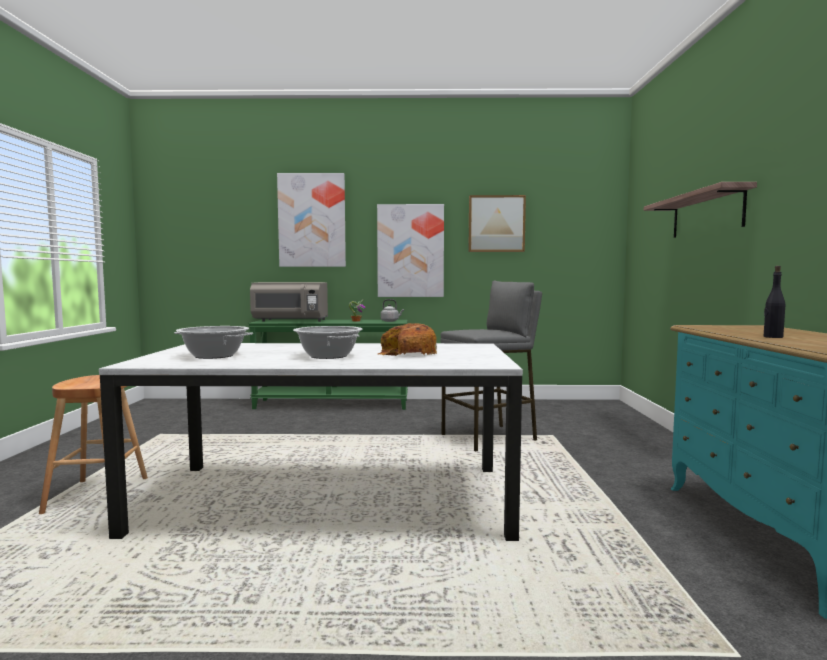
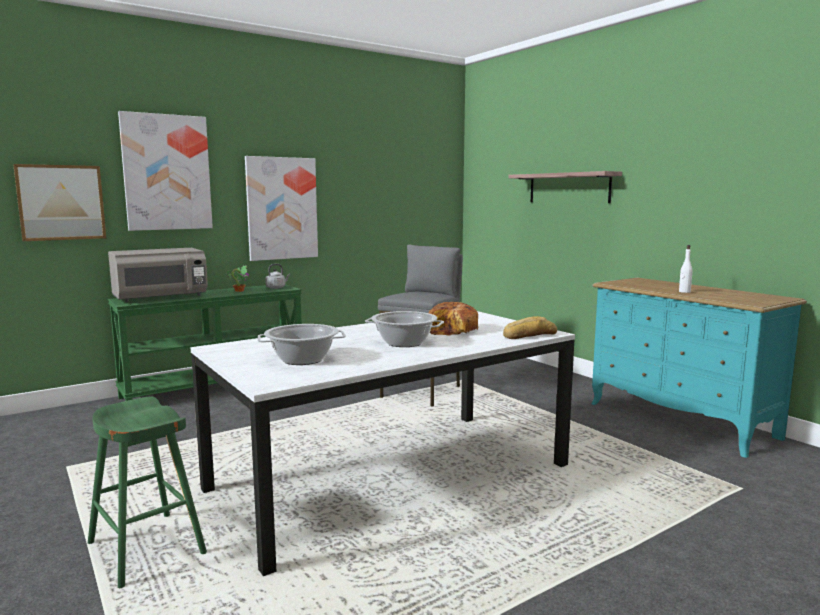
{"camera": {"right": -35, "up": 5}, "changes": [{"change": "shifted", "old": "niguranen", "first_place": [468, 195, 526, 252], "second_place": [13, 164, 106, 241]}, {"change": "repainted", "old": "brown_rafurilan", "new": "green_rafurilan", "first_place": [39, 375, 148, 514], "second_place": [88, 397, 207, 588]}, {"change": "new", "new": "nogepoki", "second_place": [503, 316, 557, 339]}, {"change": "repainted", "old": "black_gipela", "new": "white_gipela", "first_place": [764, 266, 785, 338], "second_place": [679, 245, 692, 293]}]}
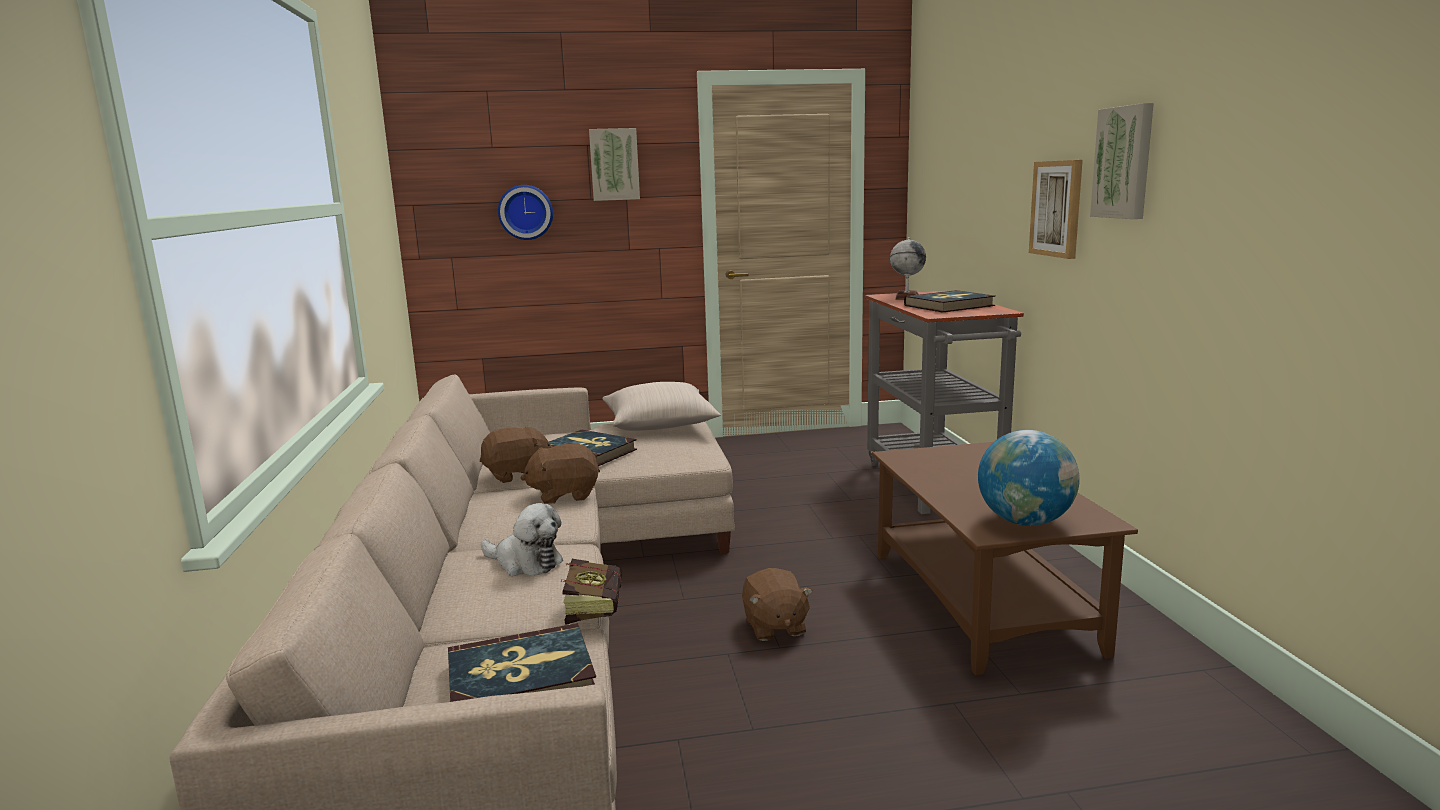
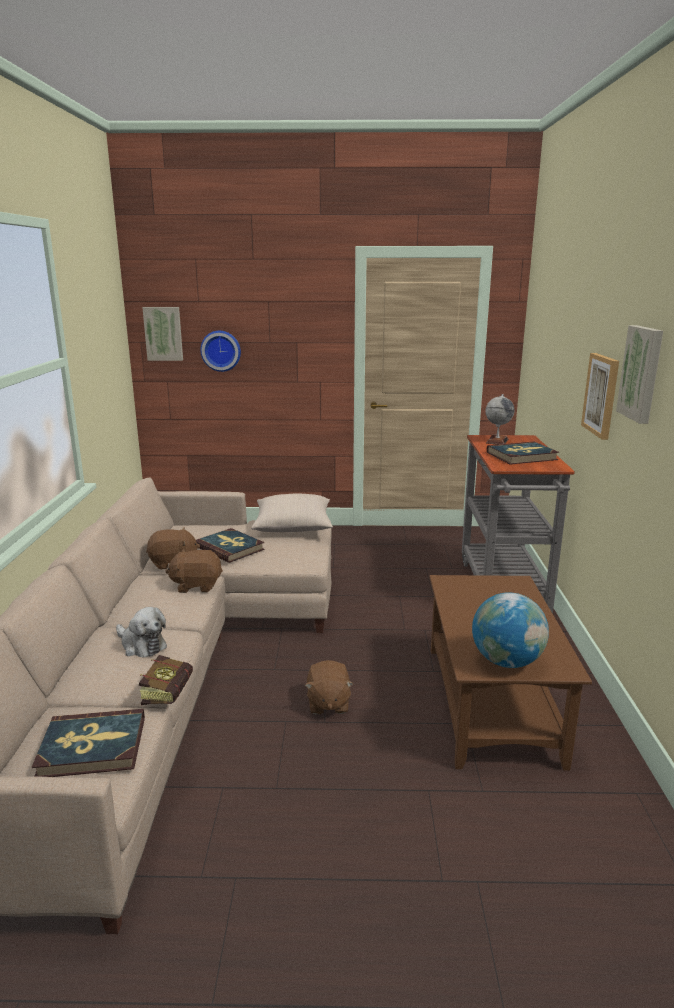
{"camera": {"right": 10, "up": 5}, "changes": [{"change": "shifted", "old": "niguranen", "first_place": [589, 128, 640, 201], "second_place": [142, 307, 183, 361]}]}
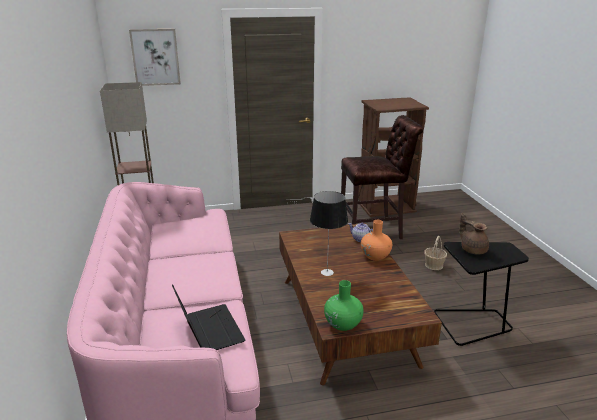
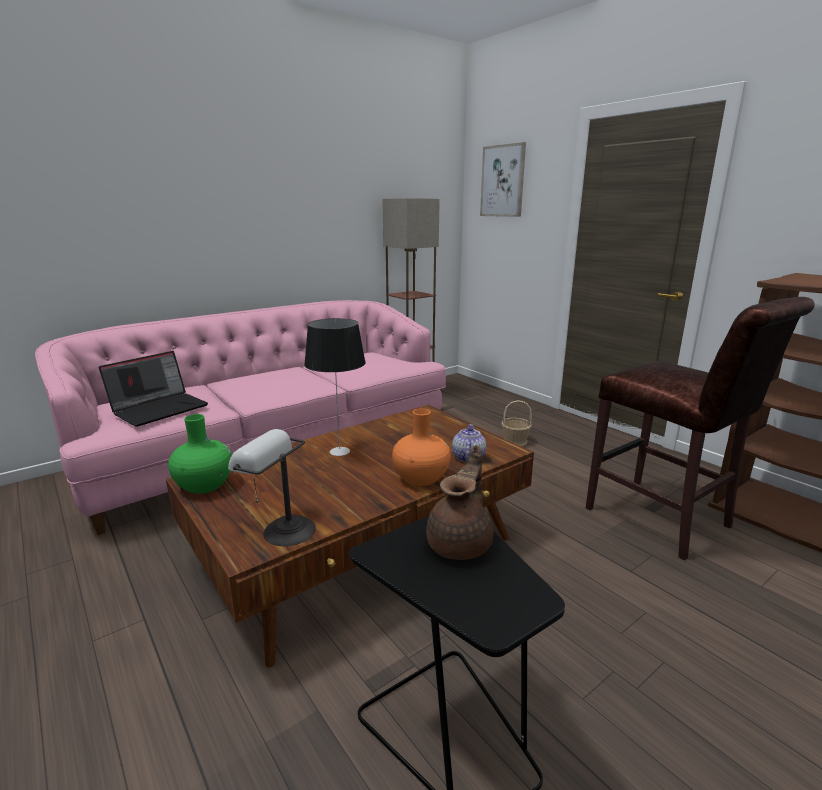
{"camera": {"right": 65, "up": -5}, "changes": [{"change": "new", "new": "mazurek", "second_place": [228, 429, 316, 546]}, {"change": "shifted", "old": "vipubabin", "first_place": [424, 236, 447, 270], "second_place": [501, 400, 532, 446]}]}
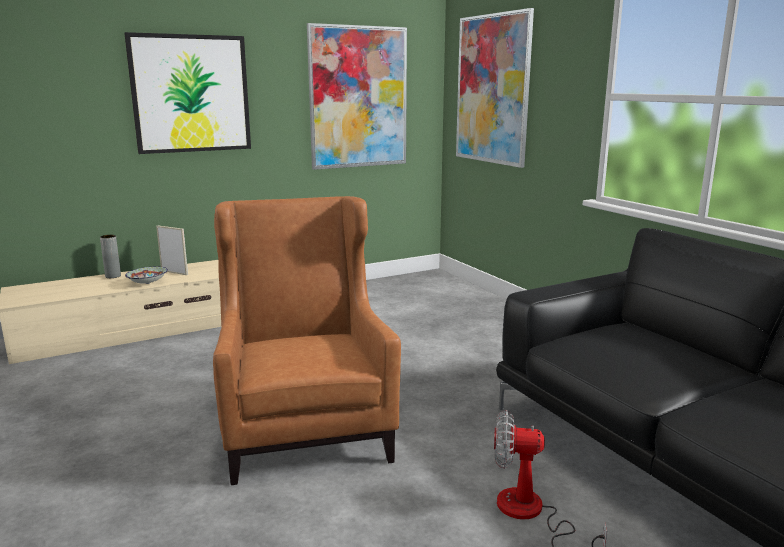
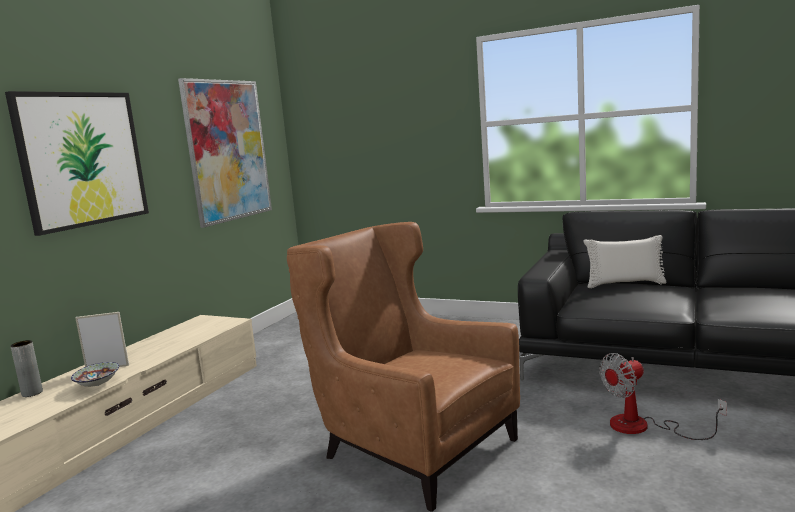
{"camera": {"right": -35, "up": -5}, "changes": [{"change": "new", "new": "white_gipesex", "second_place": [584, 235, 667, 288]}, {"change": "gone", "old": "niguranen", "first_place": [456, 8, 534, 168]}]}
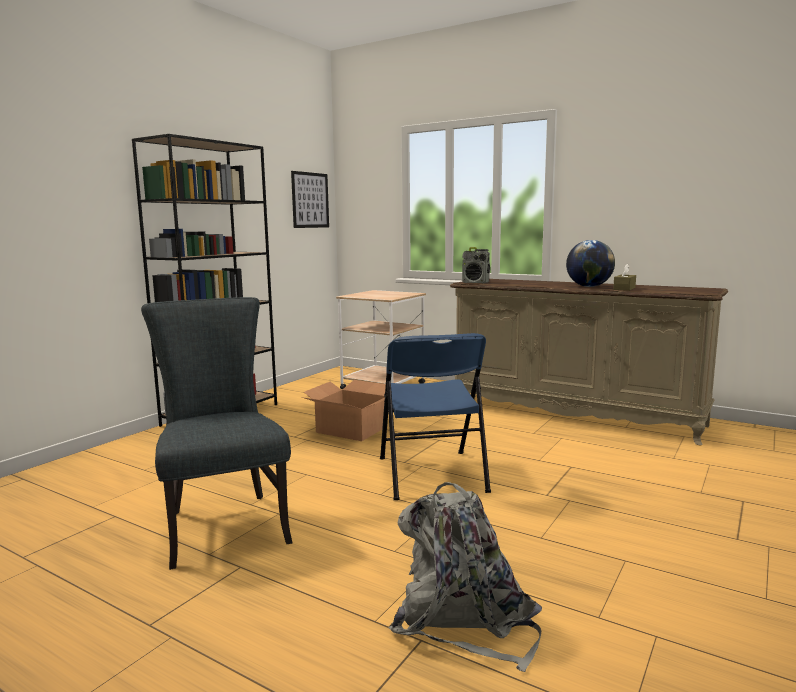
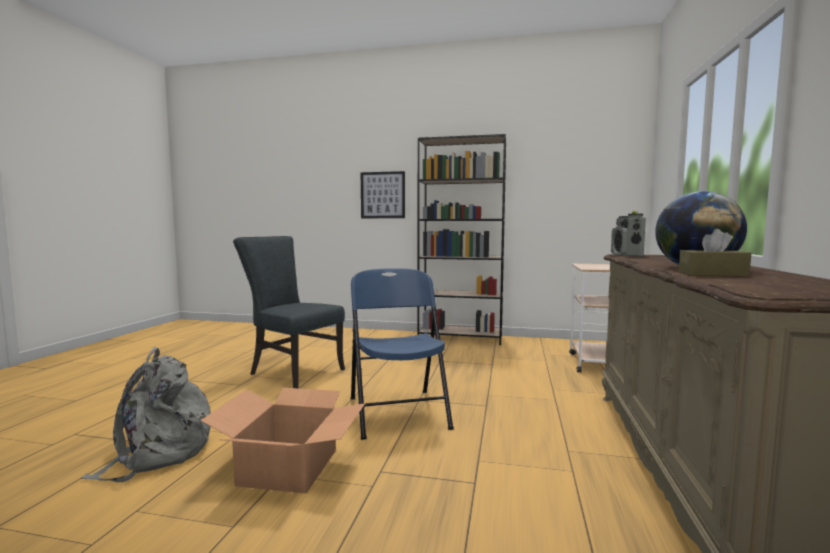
{"camera": {"right": 70, "up": -5}, "changes": [{"change": "shifted", "old": "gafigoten", "first_place": [301, 380, 388, 441], "second_place": [200, 388, 365, 494]}, {"change": "rotated", "old": "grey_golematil", "first_place": [141, 297, 293, 570], "second_place": [233, 236, 345, 388], "degrees": -105}, {"change": "rotated", "old": "blue_golematil", "first_place": [380, 333, 491, 500], "second_place": [351, 268, 454, 440], "degrees": 105}, {"change": "shifted", "old": "niguranen", "first_place": [291, 171, 329, 228], "second_place": [361, 171, 405, 218]}]}
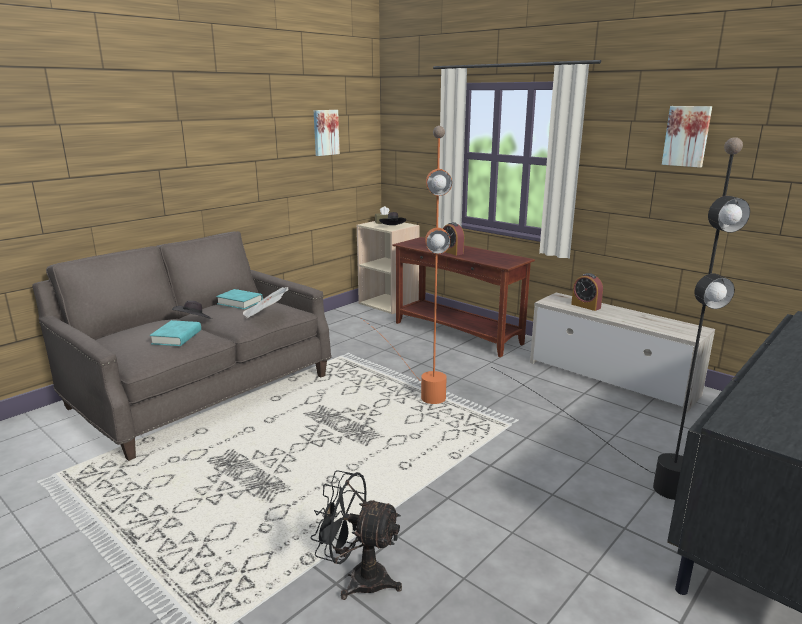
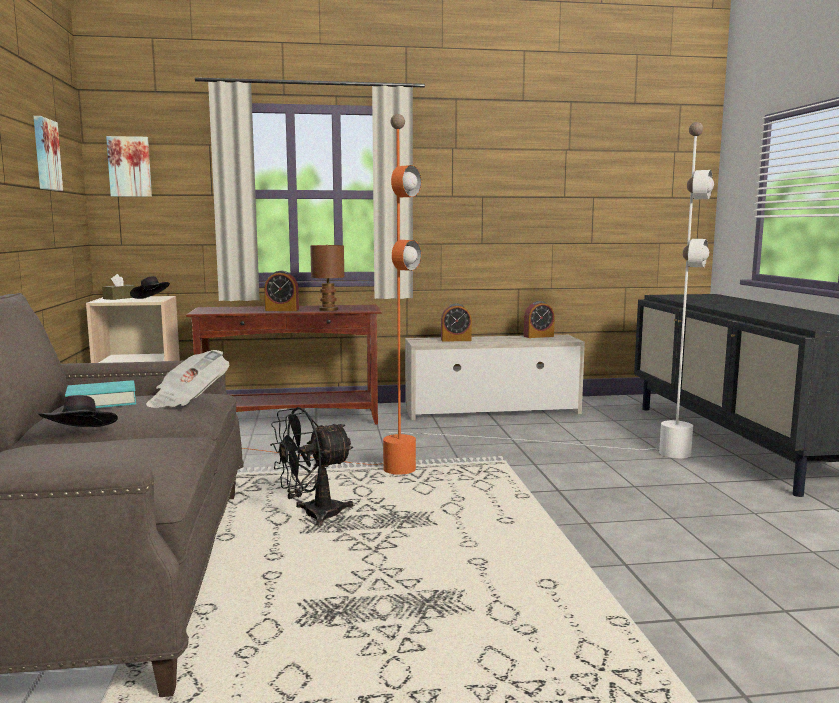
{"camera": {"right": -50, "up": -10}, "changes": [{"change": "shifted", "old": "niguranen", "first_place": [662, 106, 712, 168], "second_place": [106, 136, 152, 197]}, {"change": "shifted", "old": "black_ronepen", "first_place": [311, 470, 402, 600], "second_place": [270, 407, 354, 526]}, {"change": "new", "new": "brown_mazurek", "second_place": [310, 245, 345, 311]}, {"change": "repainted", "old": "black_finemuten", "new": "white_finemuten", "first_place": [492, 137, 750, 500], "second_place": [389, 122, 714, 458]}, {"change": "new", "new": "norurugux", "second_place": [524, 301, 555, 338]}, {"change": "gone", "old": "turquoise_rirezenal", "first_place": [150, 320, 201, 346]}]}
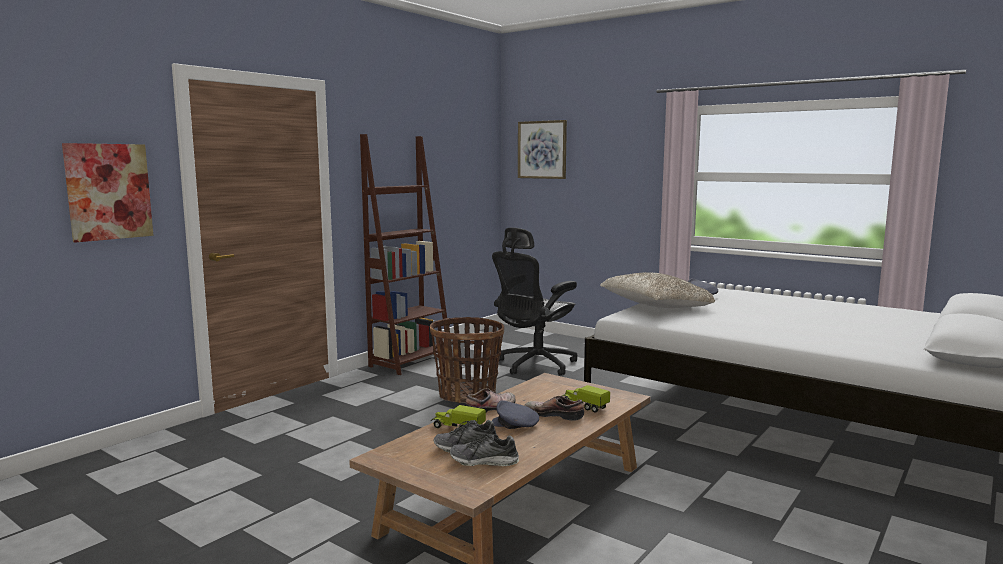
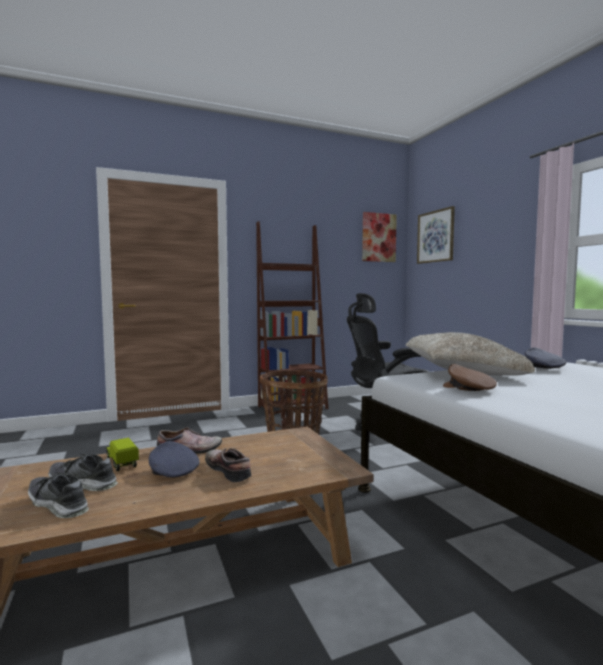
{"camera": {"right": 30, "up": -5}, "changes": [{"change": "shifted", "old": "niguranen", "first_place": [62, 143, 153, 243], "second_place": [362, 212, 397, 262]}, {"change": "new", "new": "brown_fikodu", "second_place": [443, 364, 497, 391]}, {"change": "gone", "old": "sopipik", "first_place": [562, 385, 610, 413]}]}
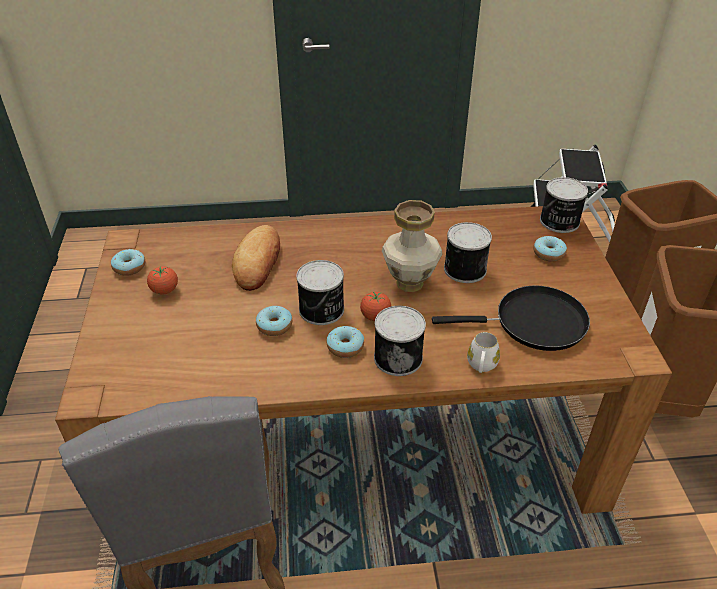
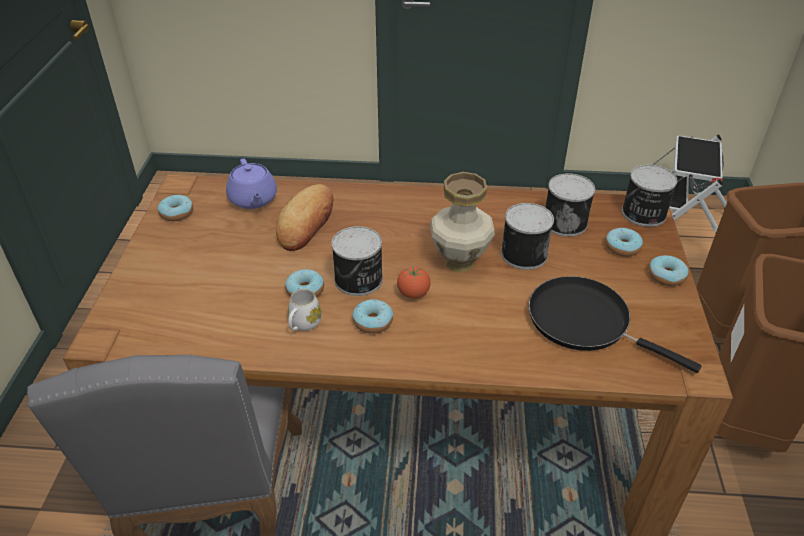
{"camera": {"right": 10, "up": 0}, "changes": [{"change": "new", "new": "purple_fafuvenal", "second_place": [226, 159, 277, 209]}, {"change": "shifted", "old": "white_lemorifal", "first_place": [467, 332, 500, 373], "second_place": [288, 289, 322, 331]}, {"change": "rotated", "old": "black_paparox", "first_place": [432, 285, 590, 351], "second_place": [529, 276, 702, 373], "degrees": -150}, {"change": "shifted", "old": "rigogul", "first_place": [374, 306, 426, 376], "second_place": [545, 173, 595, 237]}, {"change": "new", "new": "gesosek", "second_place": [649, 255, 689, 286]}, {"change": "gone", "old": "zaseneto", "first_place": [147, 266, 178, 295]}]}
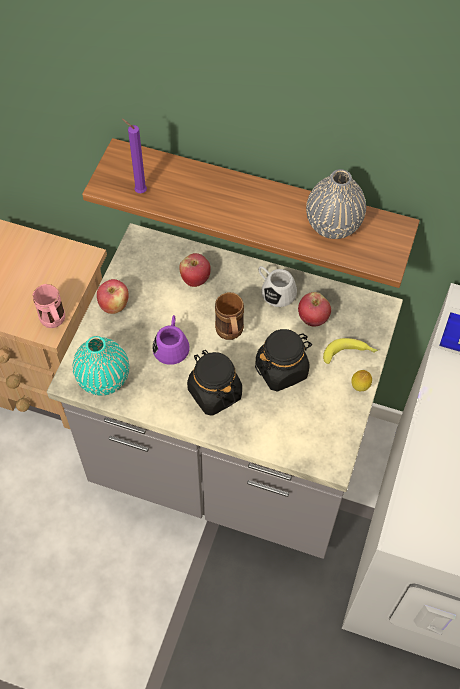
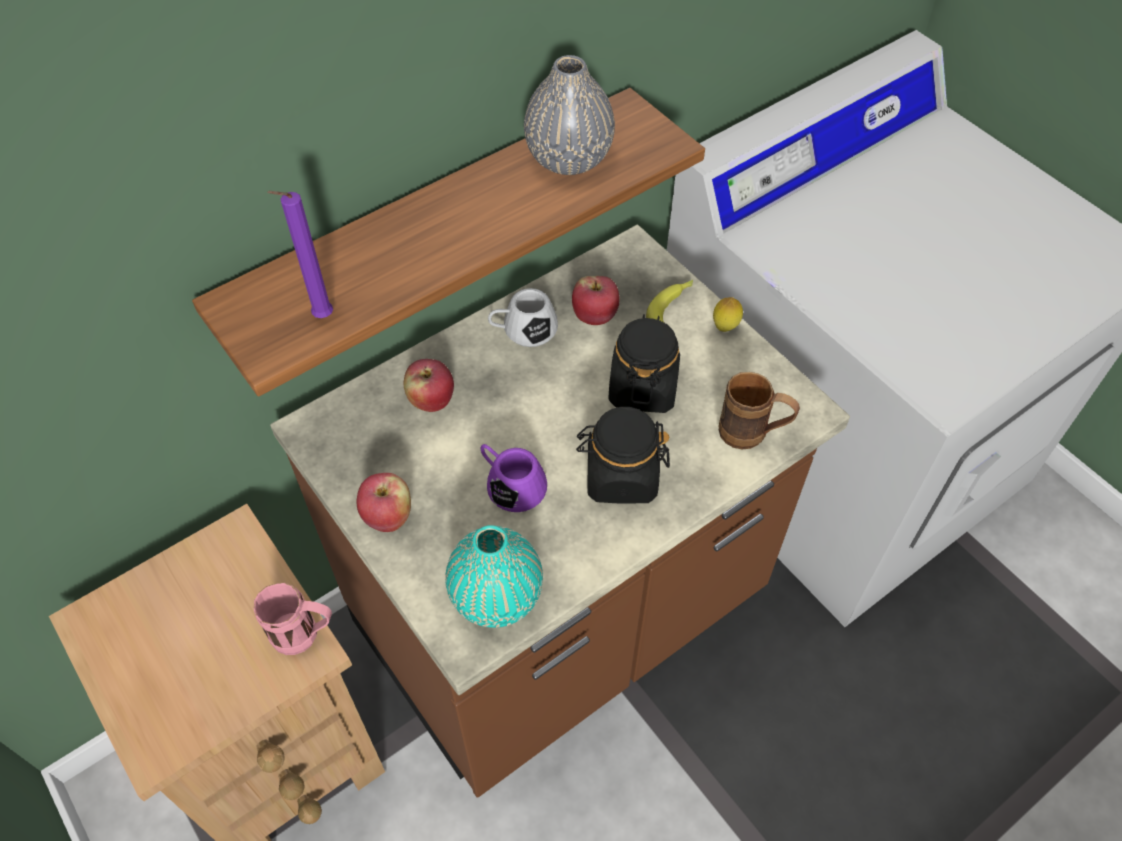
{"camera": {"right": -55, "up": -5}, "changes": [{"change": "repainted", "old": "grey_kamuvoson", "new": "brown_kamuvoson", "first_place": [47, 223, 403, 559], "second_place": [270, 225, 850, 798]}, {"change": "shifted", "old": "brown_lemorifal", "first_place": [215, 292, 244, 340], "second_place": [718, 372, 800, 449]}]}
